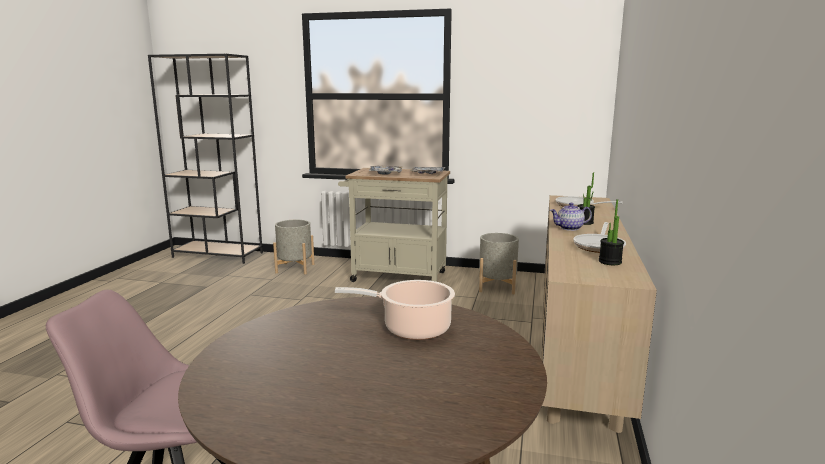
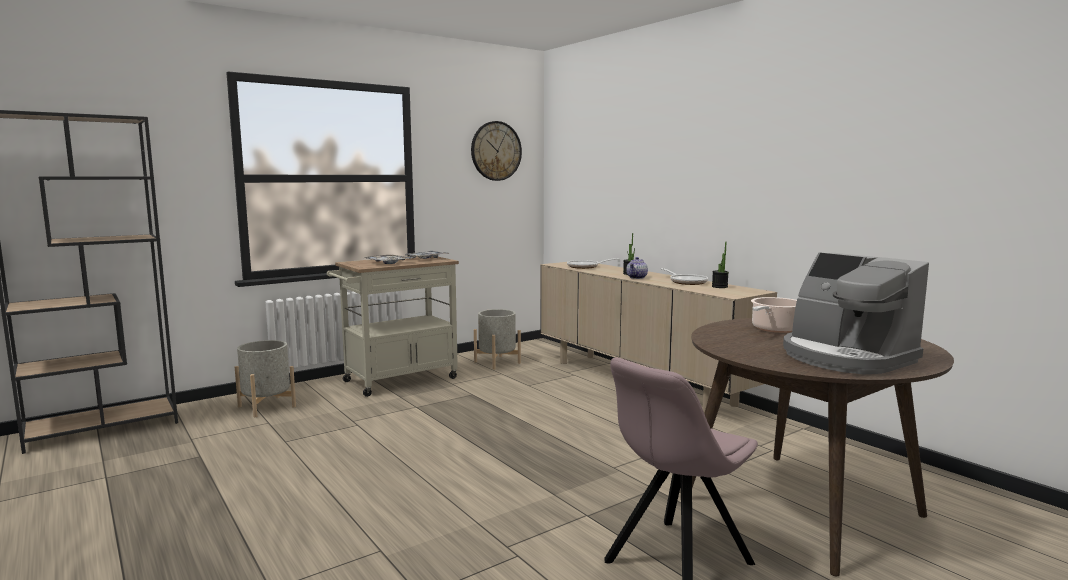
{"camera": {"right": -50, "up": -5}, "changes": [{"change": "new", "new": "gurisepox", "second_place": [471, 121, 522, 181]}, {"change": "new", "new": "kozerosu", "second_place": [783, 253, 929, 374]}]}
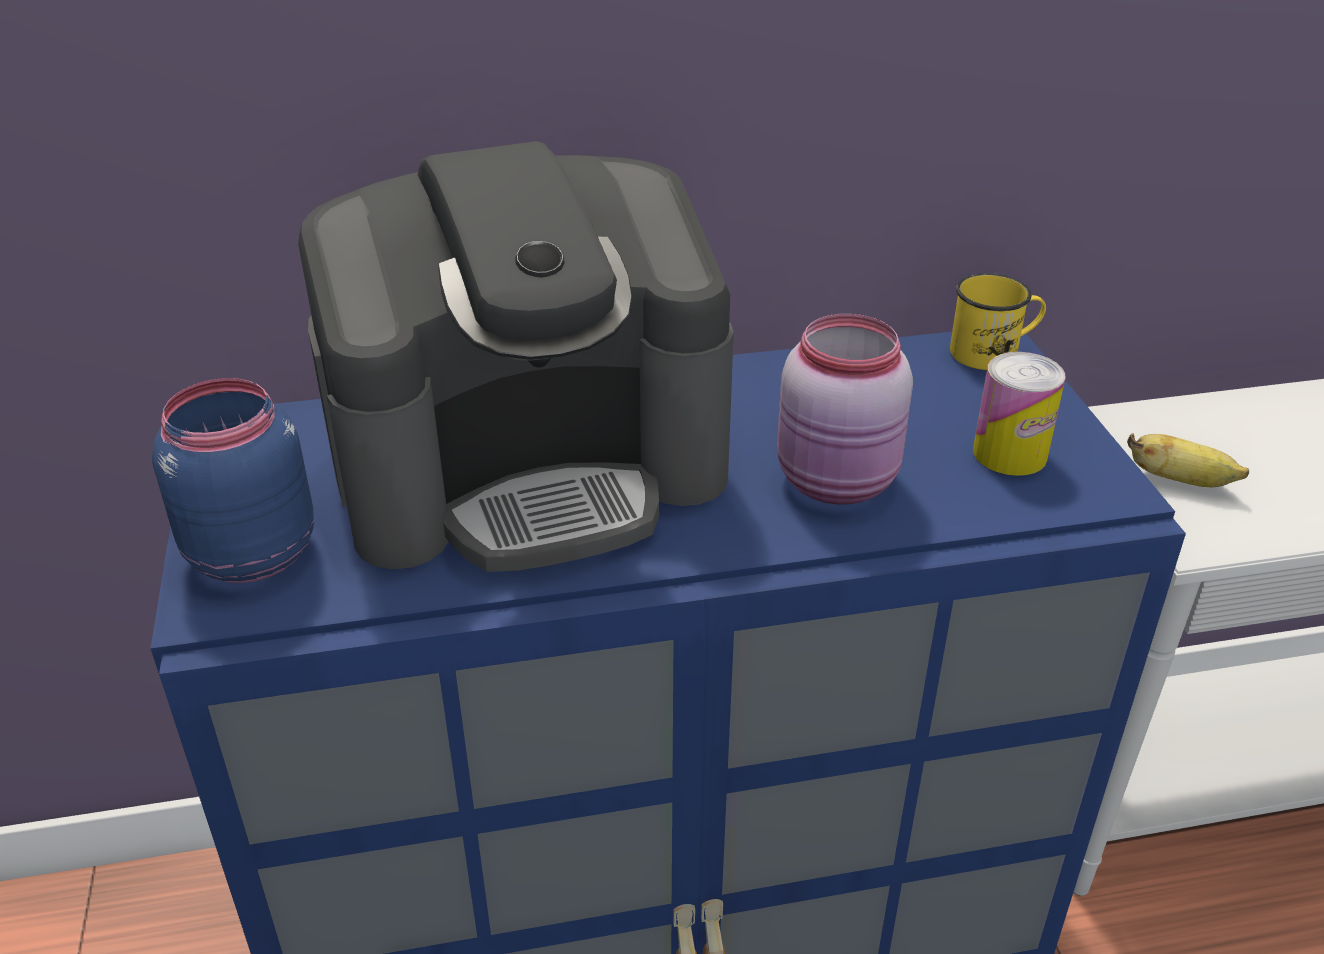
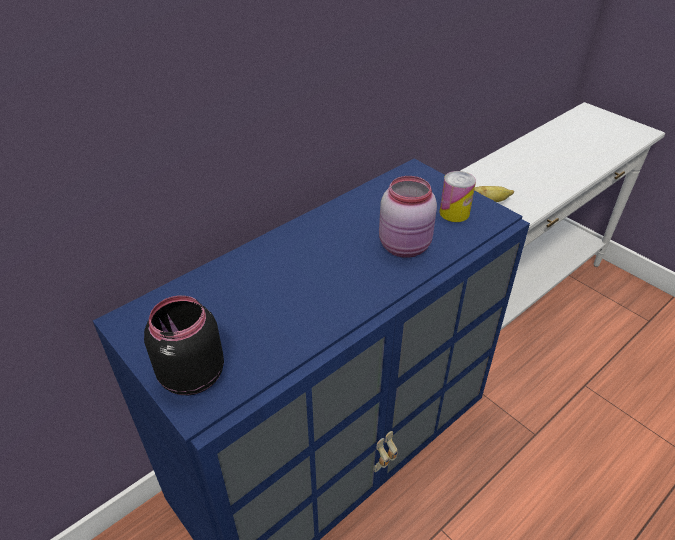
{"camera": {"right": -30, "up": 5}, "changes": [{"change": "repainted", "old": "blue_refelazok", "new": "black_refelazok", "first_place": [152, 378, 314, 583], "second_place": [144, 296, 224, 395]}, {"change": "gone", "old": "kozerosu", "first_place": [298, 141, 734, 572]}, {"change": "gone", "old": "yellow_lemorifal", "first_place": [950, 273, 1046, 370]}]}
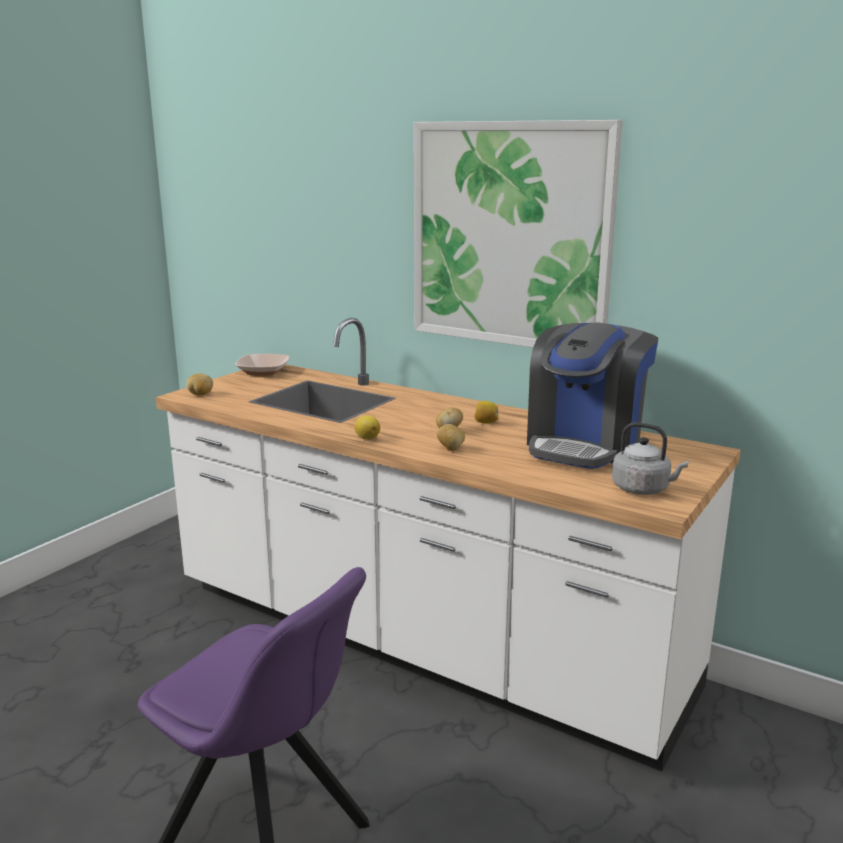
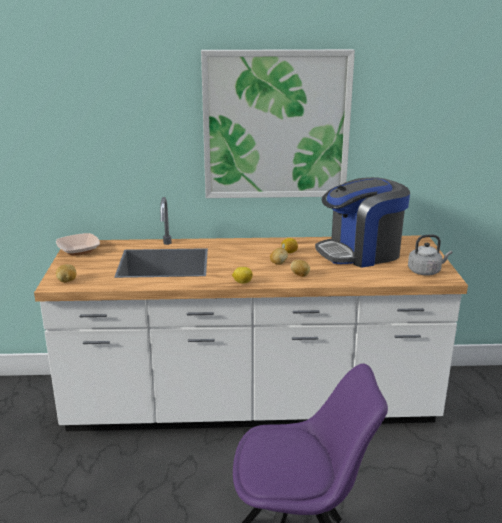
{"camera": {"right": -35, "up": 5}, "changes": [{"change": "rotated", "old": "kozerosu", "first_place": [527, 322, 658, 469], "second_place": [315, 177, 410, 268], "degrees": 75}]}
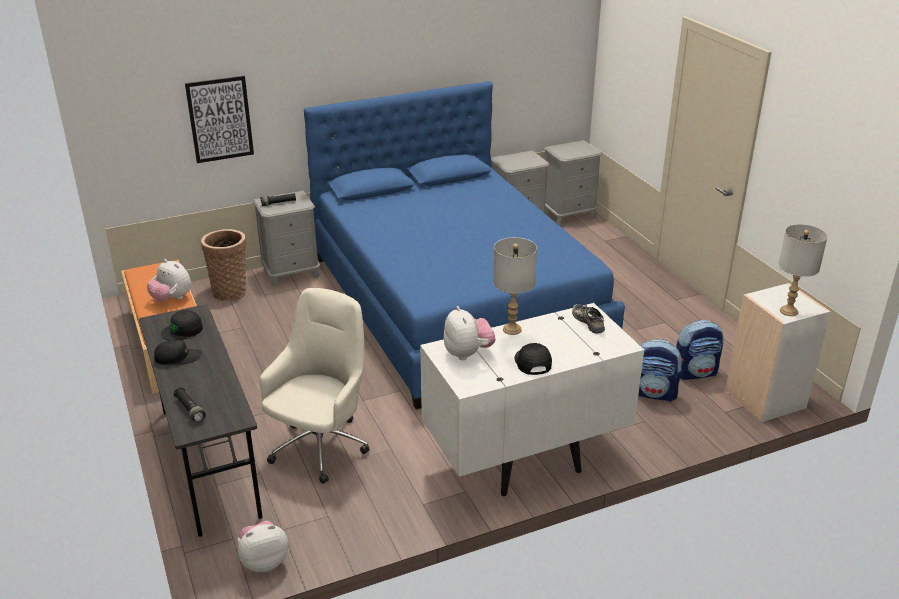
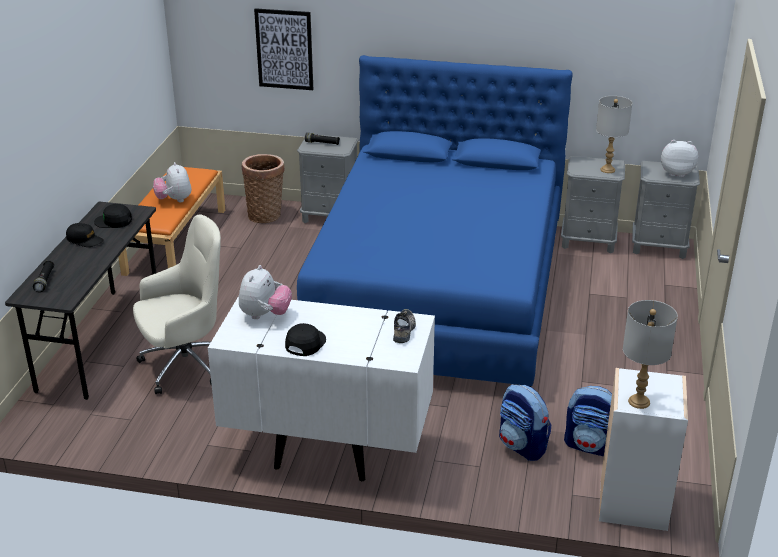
{"camera": {"right": 35, "up": 0}, "changes": [{"change": "shifted", "old": "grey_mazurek", "first_place": [493, 237, 537, 335], "second_place": [596, 96, 633, 173]}, {"change": "shifted", "old": "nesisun", "first_place": [237, 521, 288, 572], "second_place": [661, 140, 698, 177]}]}
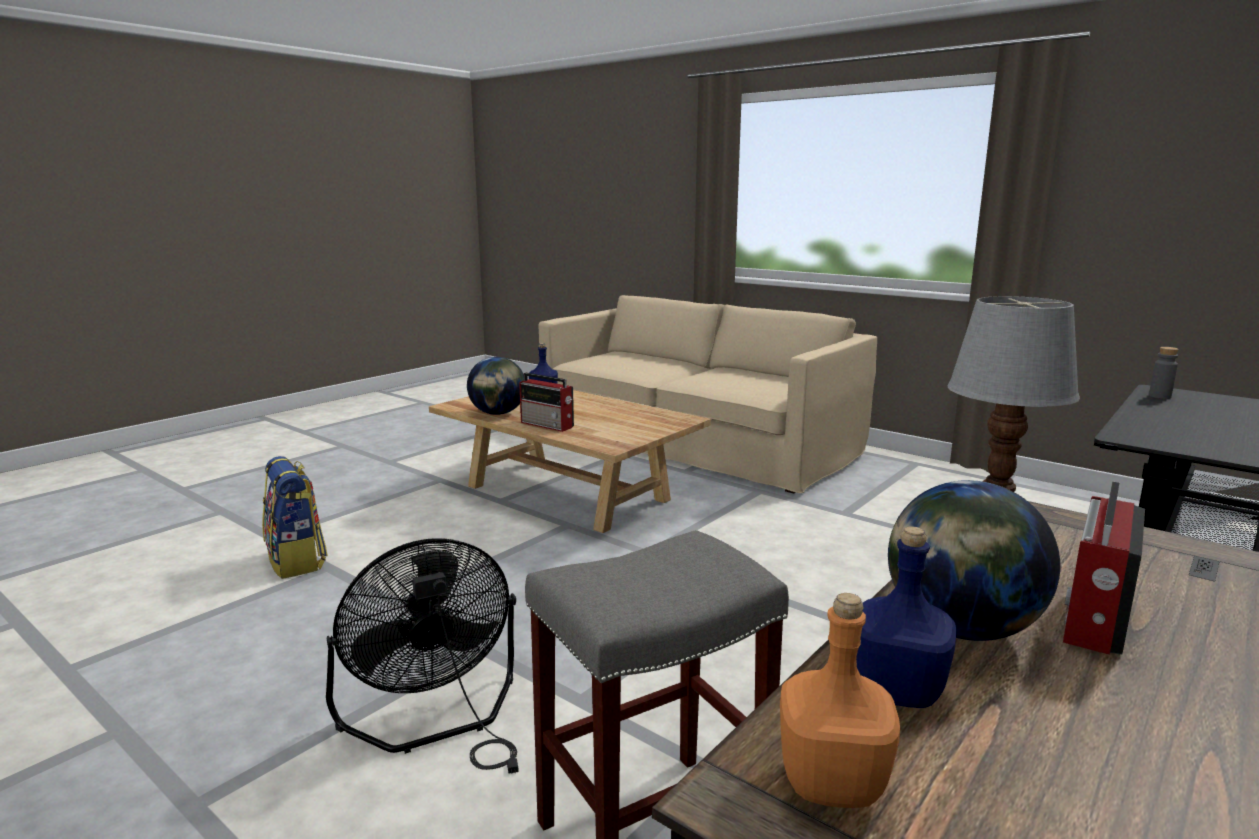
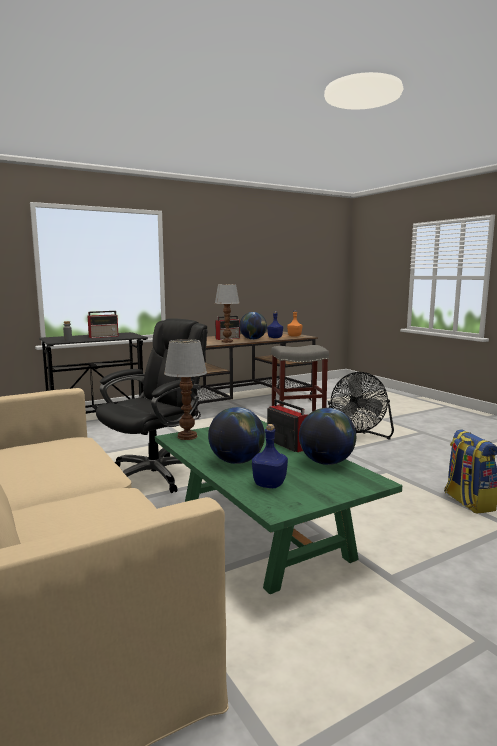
{"camera": {"right": -160, "up": -5}, "changes": [{"change": "new", "new": "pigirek", "second_place": [88, 311, 119, 338]}, {"change": "new", "new": "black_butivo", "second_place": [96, 318, 208, 493]}, {"change": "repainted", "old": "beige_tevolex", "new": "green_tevolex", "first_place": [429, 390, 711, 533], "second_place": [155, 420, 402, 594]}, {"change": "new", "new": "mazurek", "second_place": [164, 339, 207, 440]}, {"change": "new", "new": "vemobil", "second_place": [208, 407, 265, 464]}]}
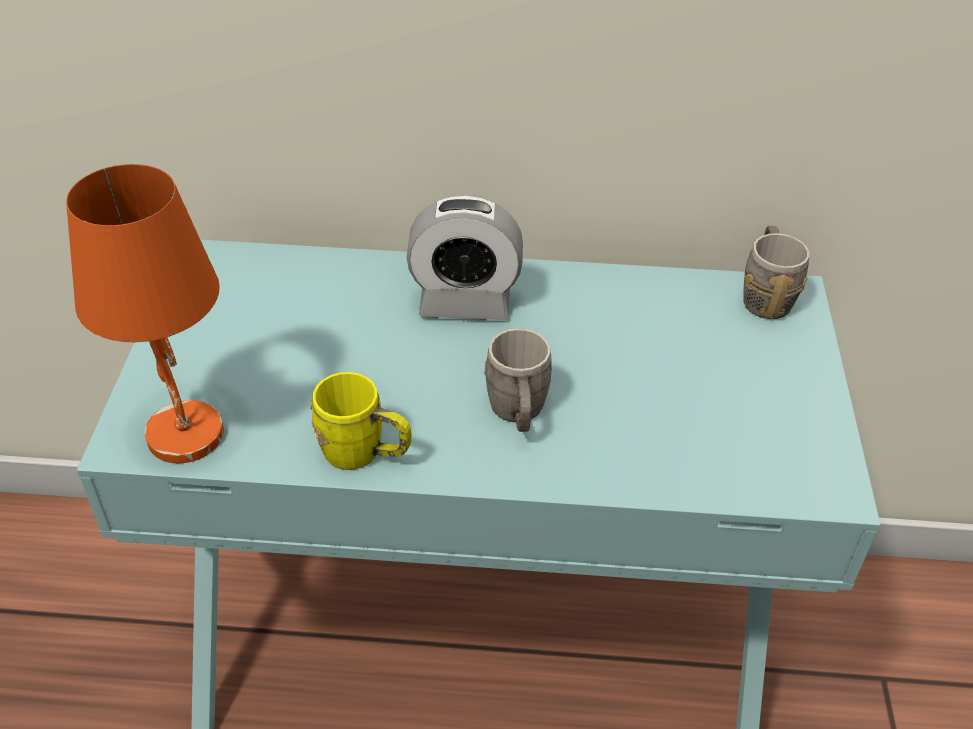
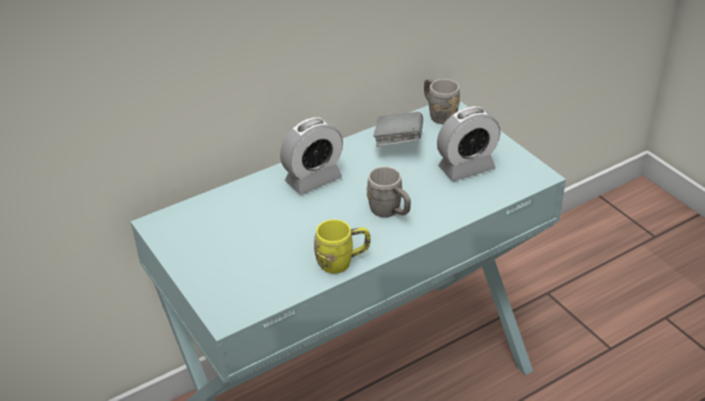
{"camera": {"right": -35, "up": -5}, "changes": [{"change": "new", "new": "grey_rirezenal", "second_place": [373, 112, 423, 147]}, {"change": "new", "new": "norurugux", "second_place": [437, 106, 500, 181]}, {"change": "gone", "old": "orange_mazurek", "first_place": [66, 164, 224, 463]}]}
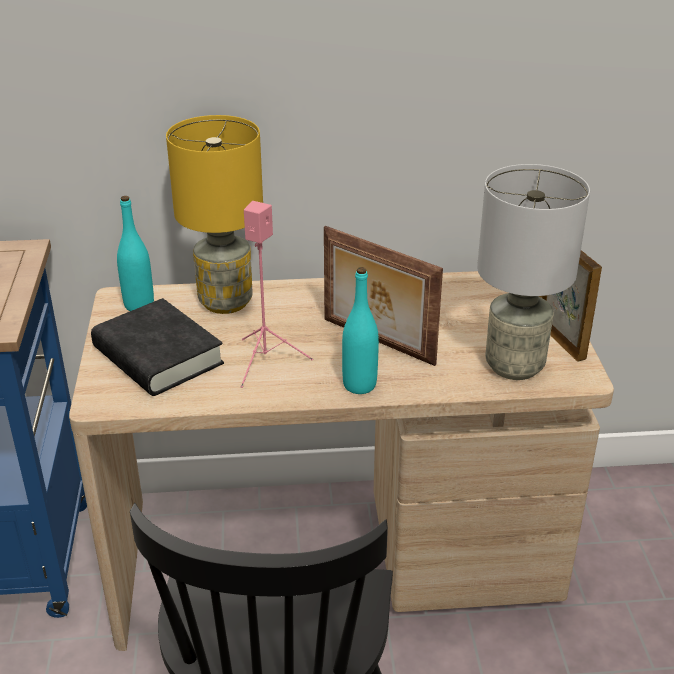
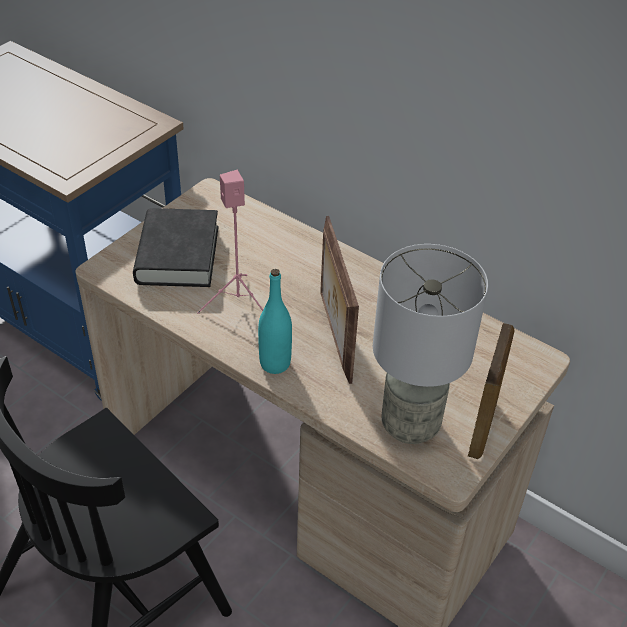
{"camera": {"right": 40, "up": 10}, "changes": [{"change": "gone", "old": "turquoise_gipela", "first_place": [117, 196, 154, 311]}, {"change": "gone", "old": "yellow_mazurek", "first_place": [166, 115, 263, 314]}]}
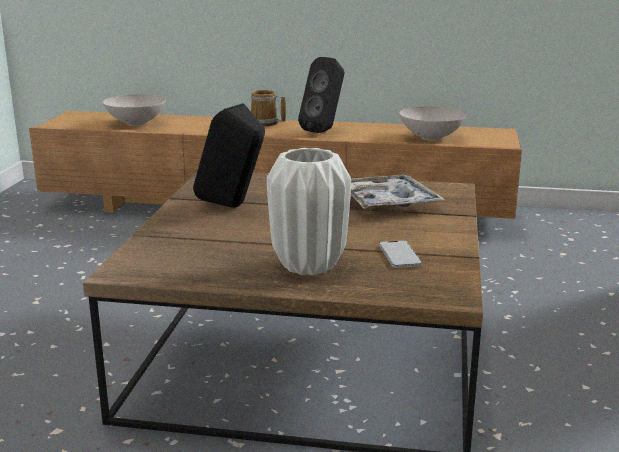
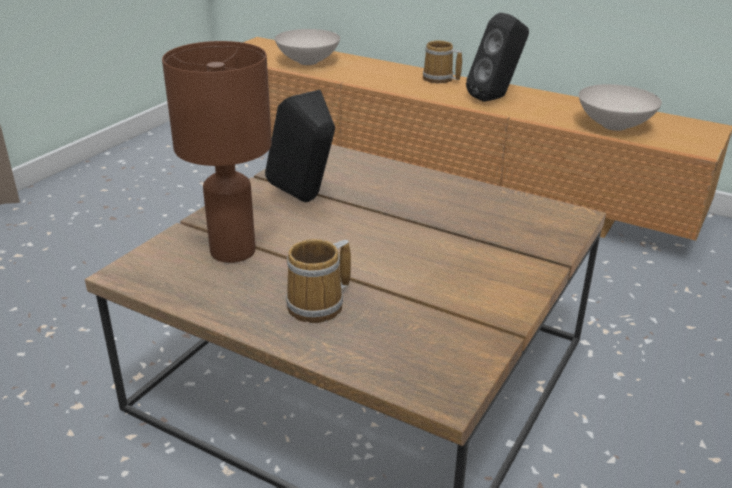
{"camera": {"right": 20, "up": 10}, "changes": [{"change": "new", "new": "brown_mazurek", "second_place": [162, 41, 272, 263]}, {"change": "swapped", "old": "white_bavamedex", "new": "lemorifal", "first_place": [267, 148, 351, 275], "second_place": [286, 239, 351, 323]}, {"change": "gone", "old": "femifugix", "first_place": [351, 175, 445, 209]}, {"change": "gone", "old": "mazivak", "first_place": [379, 240, 422, 268]}]}
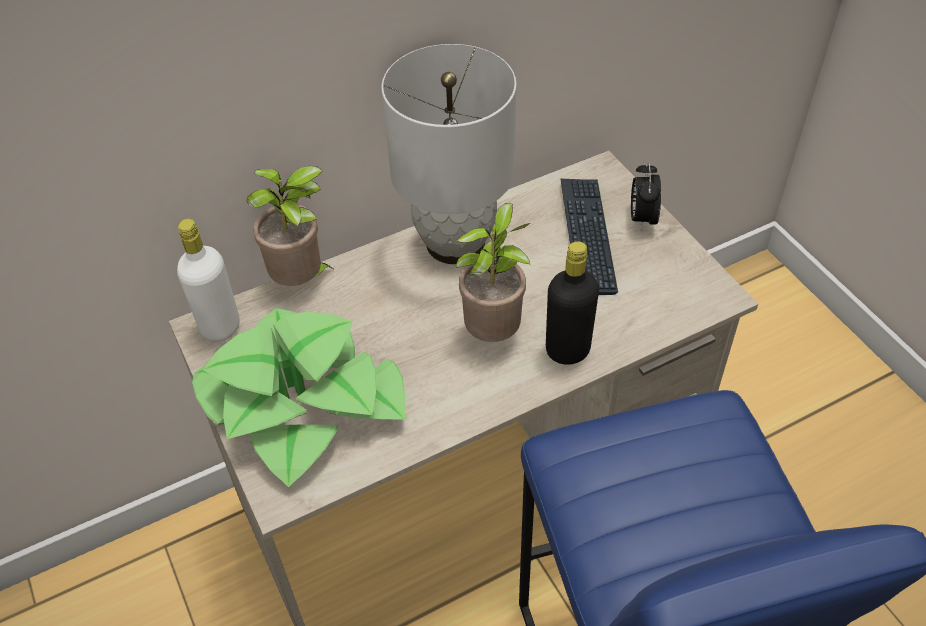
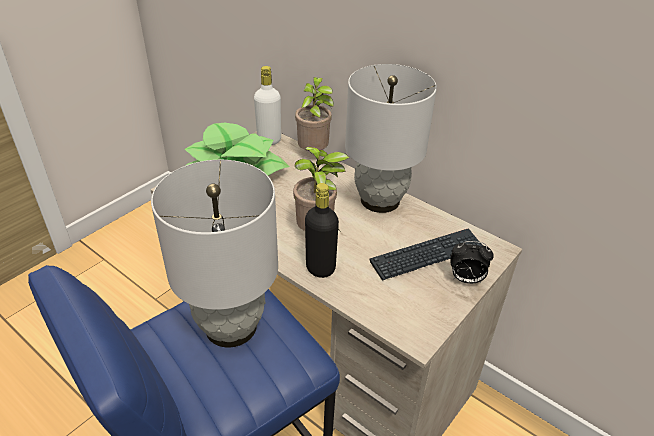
{"camera": {"right": 65, "up": -10}, "changes": [{"change": "new", "new": "white_mazurek", "second_place": [151, 160, 278, 347]}, {"change": "rotated", "old": "norurugux", "first_place": [631, 162, 661, 231], "second_place": [450, 241, 494, 284], "degrees": -150}]}
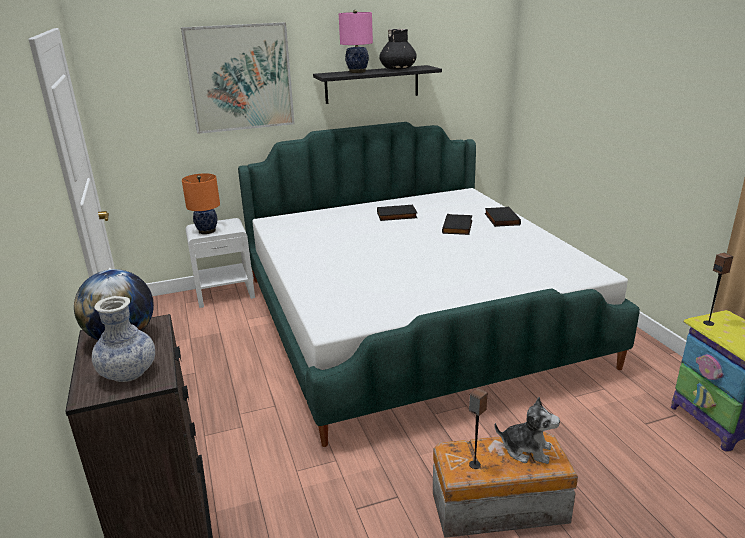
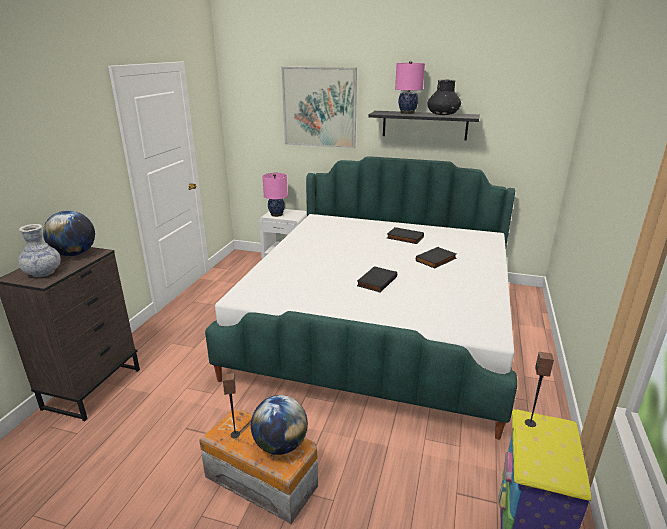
{"camera": {"right": 35, "up": 0}, "changes": [{"change": "swapped", "old": "nesisun", "new": "vemobil", "first_place": [495, 397, 560, 464], "second_place": [251, 395, 308, 455]}, {"change": "repainted", "old": "orange_mazurek", "new": "pink_mazurek", "first_place": [182, 173, 220, 234], "second_place": [263, 173, 288, 217]}, {"change": "shifted", "old": "black_rirezenal", "first_place": [485, 207, 521, 227], "second_place": [357, 266, 397, 292]}]}
